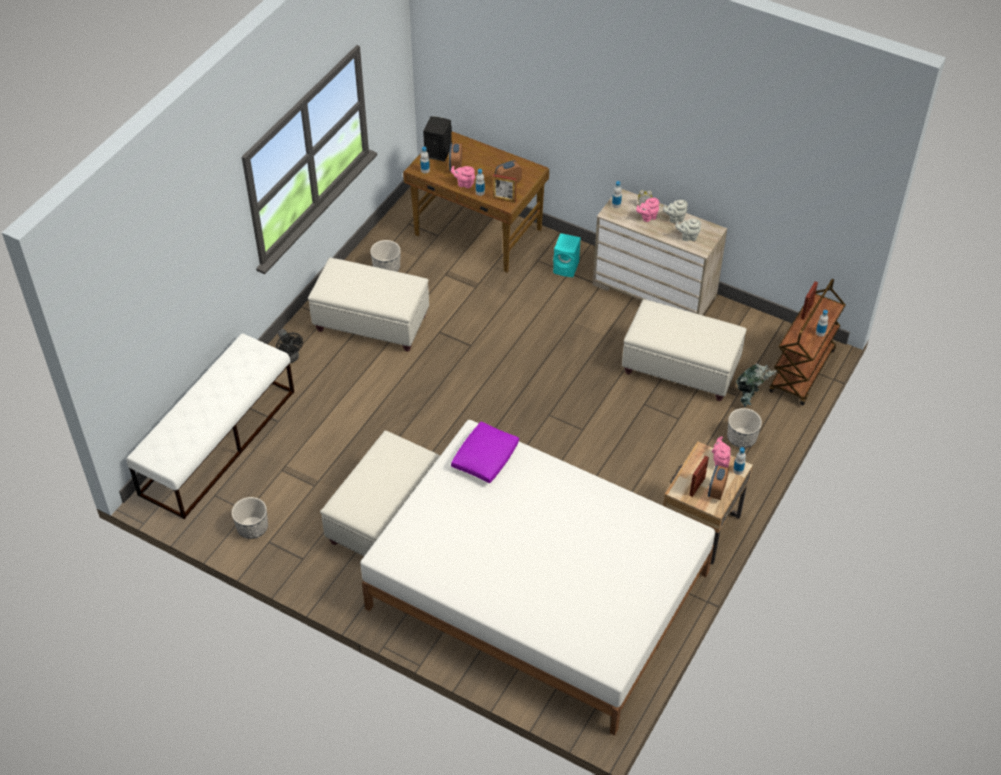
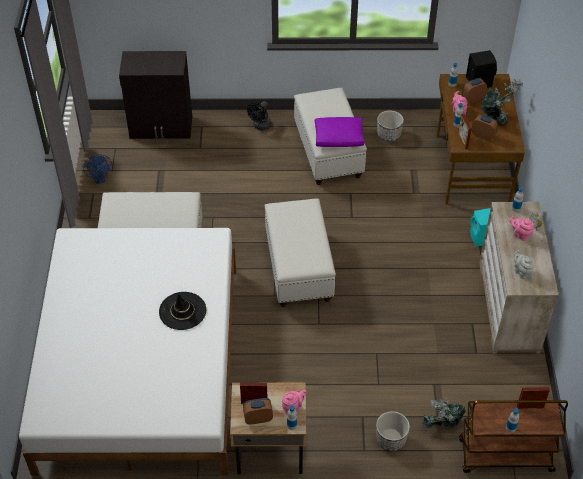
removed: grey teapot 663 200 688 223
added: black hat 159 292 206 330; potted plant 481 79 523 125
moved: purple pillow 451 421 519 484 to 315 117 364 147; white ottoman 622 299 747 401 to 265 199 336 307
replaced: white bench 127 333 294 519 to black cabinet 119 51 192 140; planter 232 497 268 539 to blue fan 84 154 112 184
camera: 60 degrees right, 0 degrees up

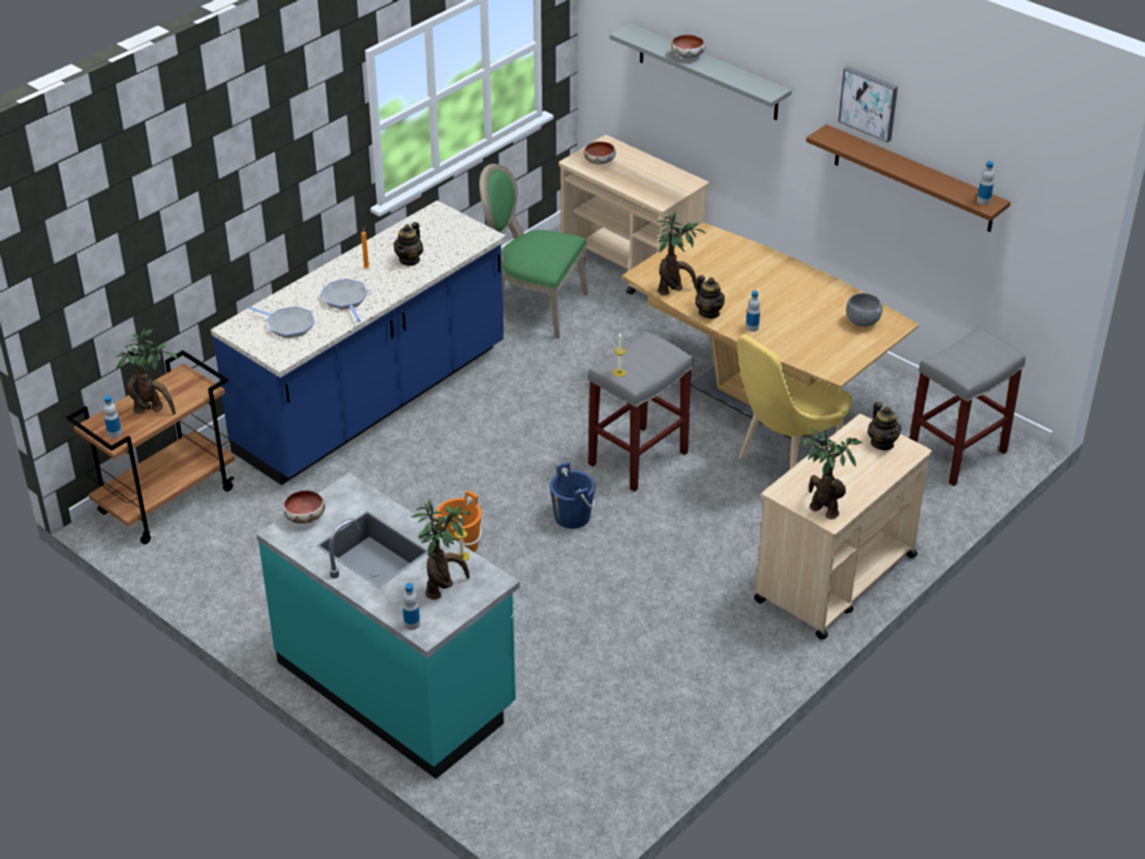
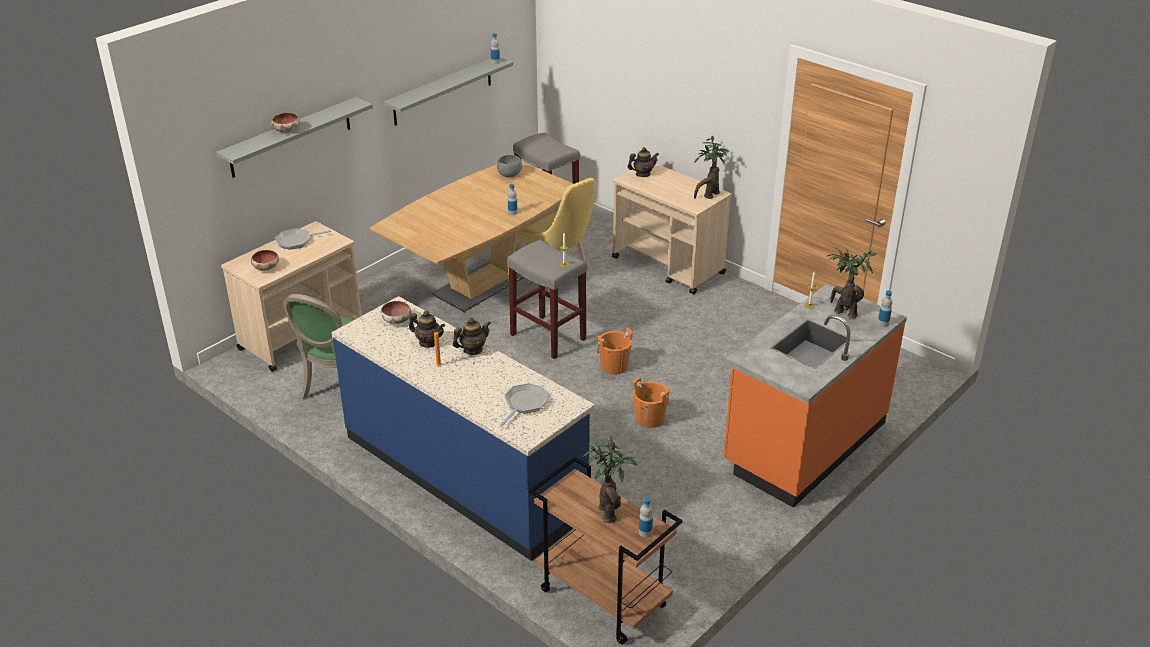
removed: potted plant 657 212 706 296; picture 838 66 898 143
moved: bowl 283 490 325 524 to 381 301 411 324; frying pan 321 279 368 322 to 275 228 331 250; teapot 695 275 725 318 to 453 318 491 355
recoloured: turquoise counter 256 473 520 779 to orange counter 723 284 907 508; blue bucket 550 462 595 529 to orange bucket 597 328 633 375; brown shelf 806 124 1011 232 to grey shelf 384 57 513 126
camera: 90 degrees left, 5 degrees down

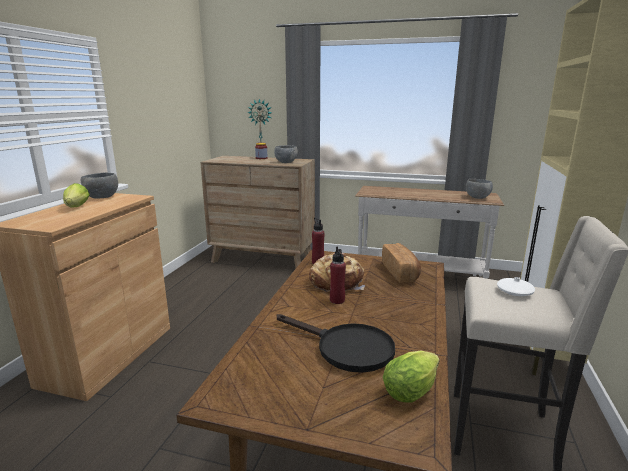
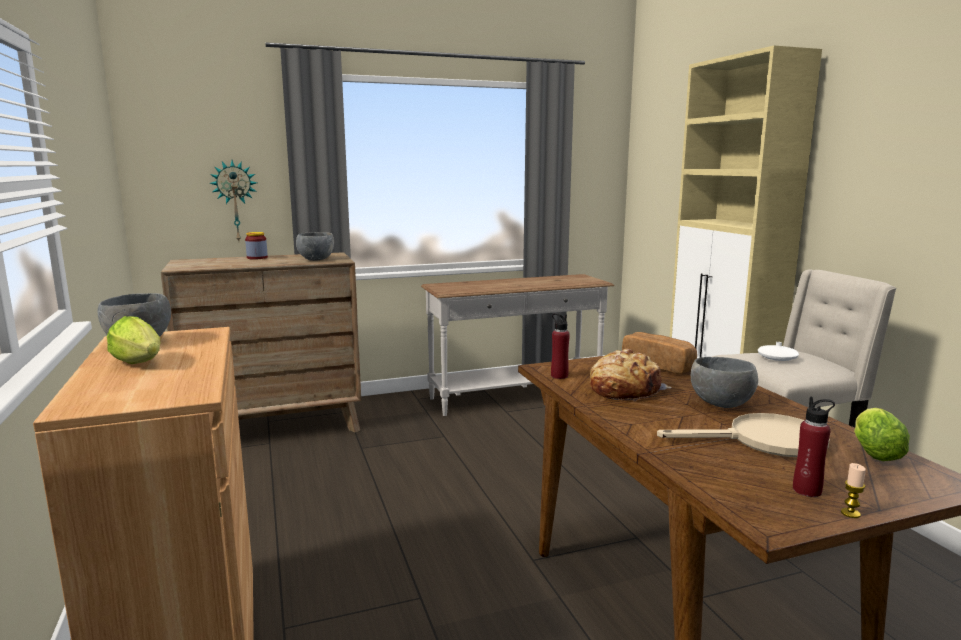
added: candle 841 463 866 518
moved: red bottle 330 247 346 304 to 793 397 835 497; grey bowl 466 179 493 199 to 691 357 758 408
recoloured: black frying pan 277 314 395 373 to beige frying pan 657 413 830 457
camera: 35 degrees left, 5 degrees down

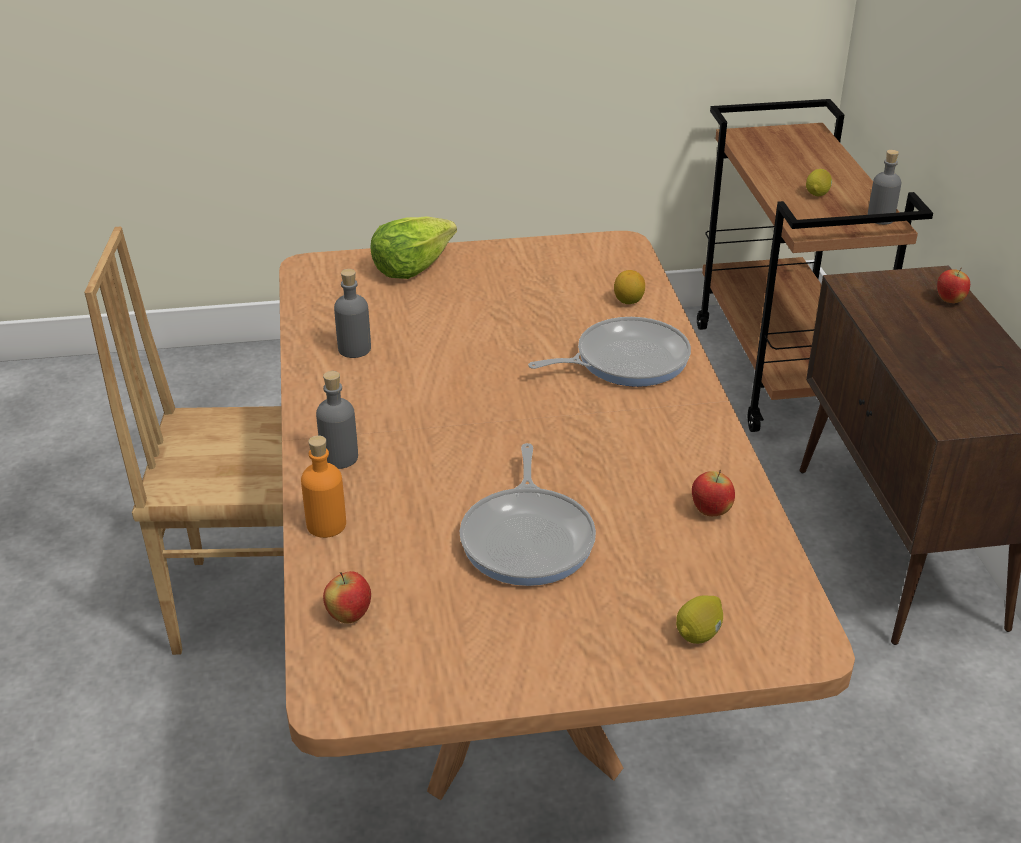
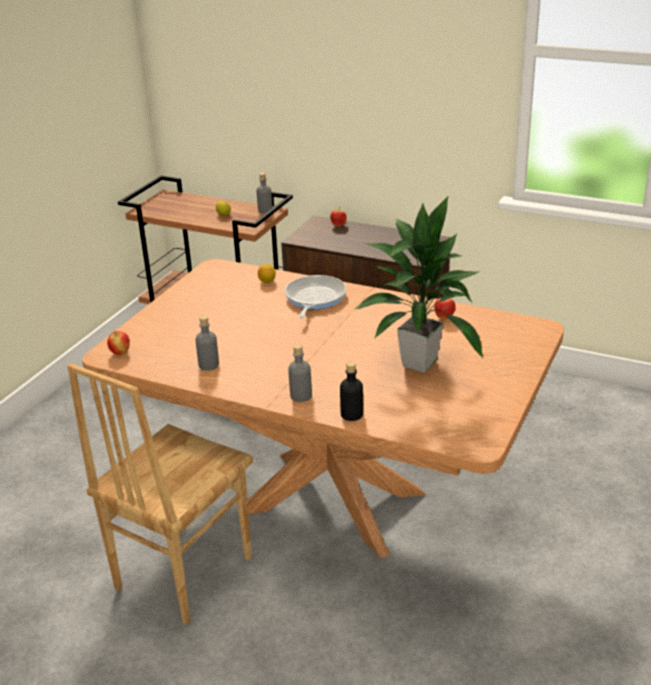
removed: lettuce 370 216 457 279; lemon 676 595 723 644
moved: apple 323 571 371 623 to 107 331 130 355
replaced: frying pan 460 443 596 586 to potted plant 355 197 483 373
recoloured: orange bottle 301 435 346 538 to black bottle 340 361 363 421
camera: 55 degrees left, 5 degrees down

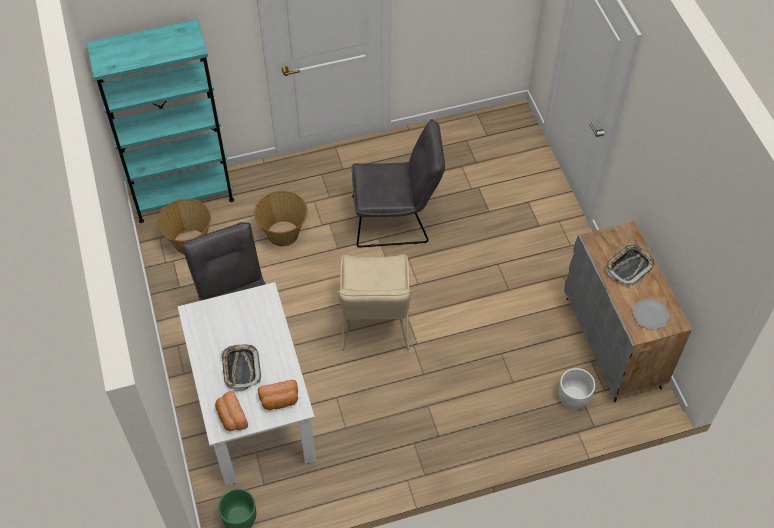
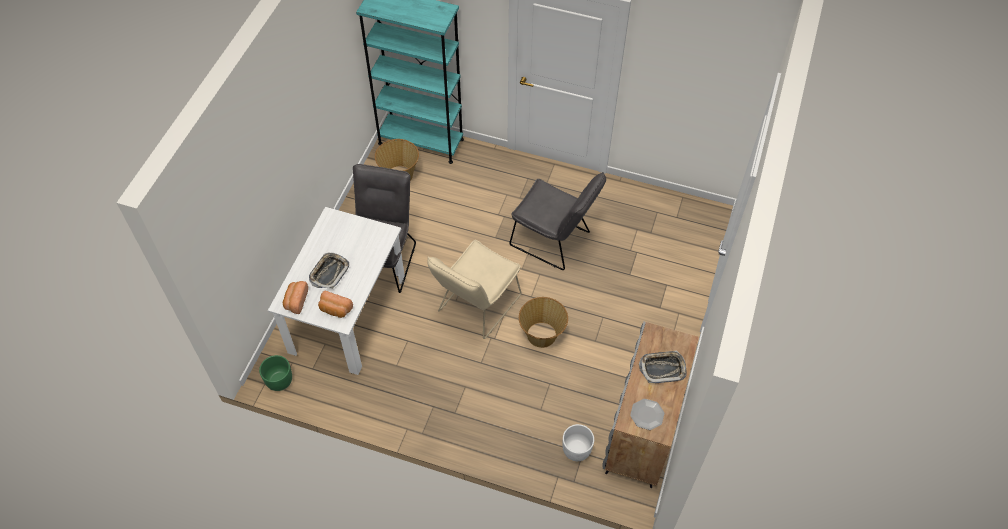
moved: basket 254 191 308 247 to 519 297 568 348
camera: 35 degrees right, 0 degrees up

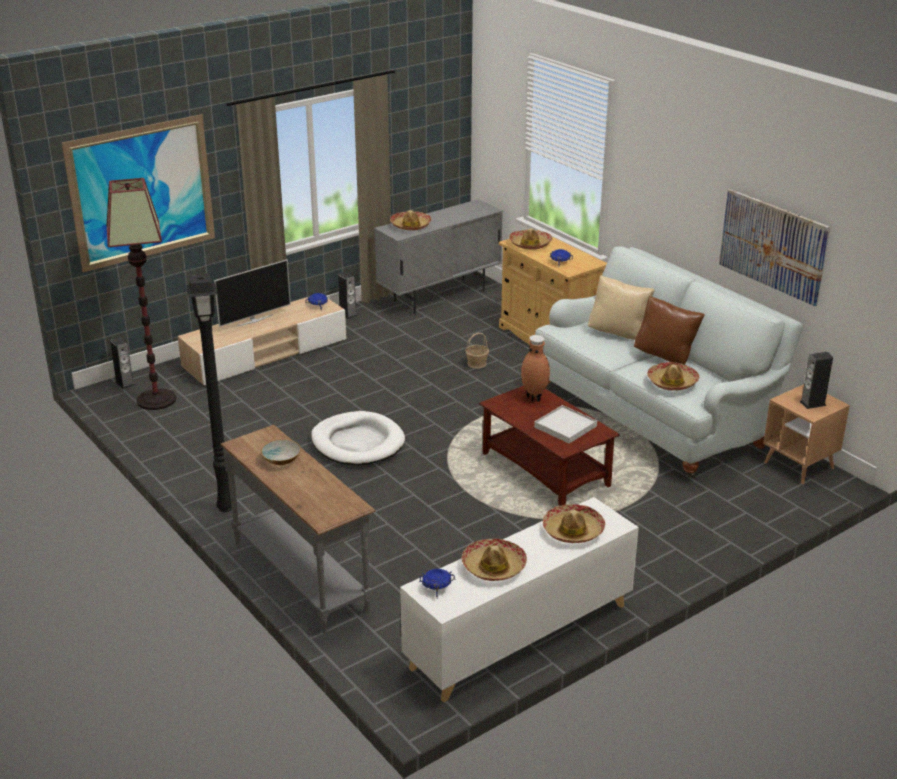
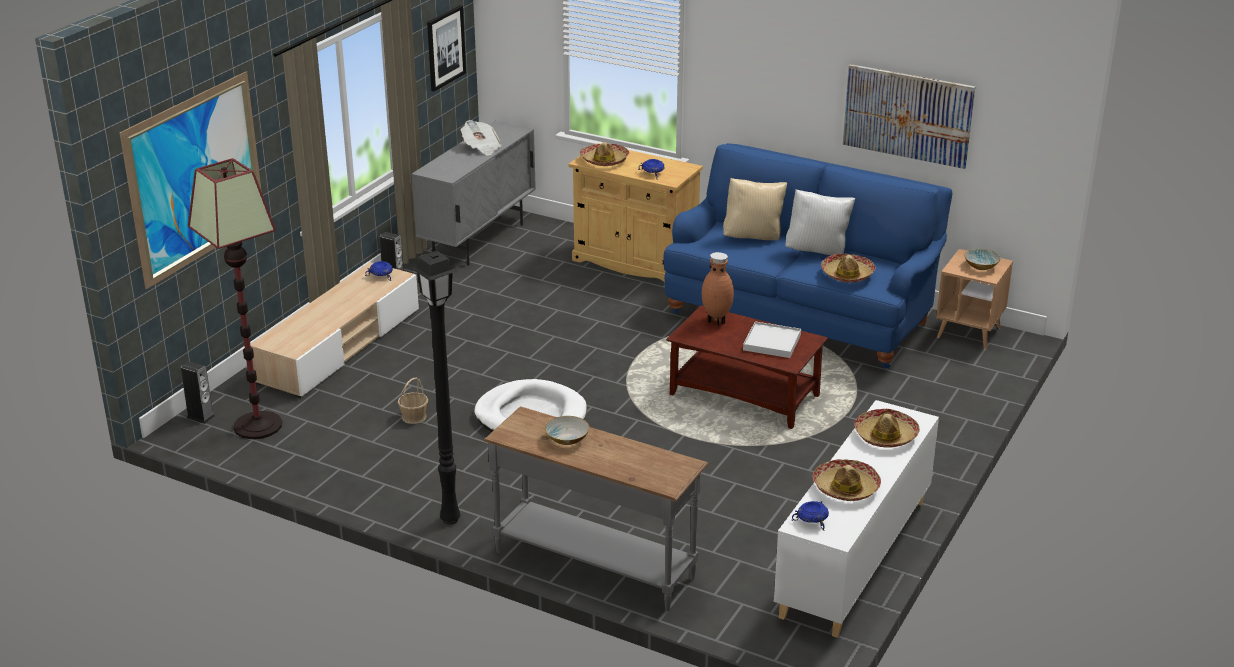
removed: television 214 259 291 327; hat 390 210 431 231
added: picture 427 5 466 91; newspaper 461 120 502 156
moved: basket 465 333 489 369 to 398 378 428 424
replaced: speaker 800 352 833 409 to bowl 964 249 1000 270
recoloured: white sofa 535 247 803 479 to blue sofa 663 143 952 369; brown pillow 634 295 705 365 to white pillow 786 189 855 255
camera: 25 degrees left, 0 degrees up

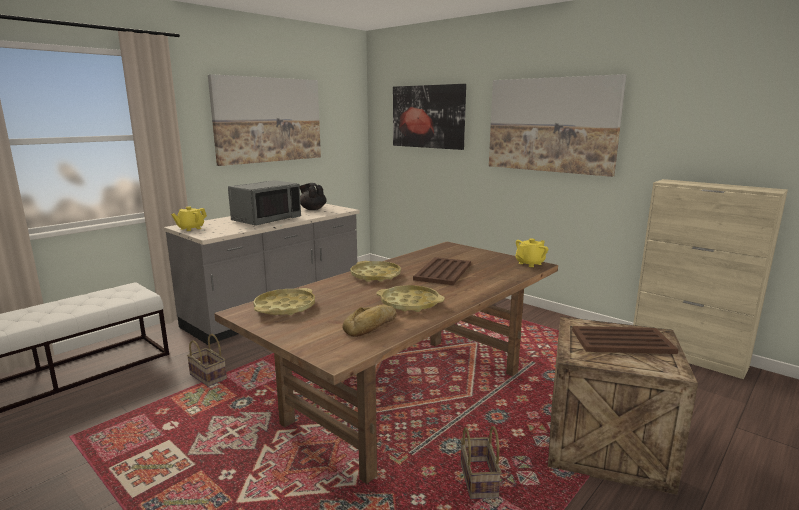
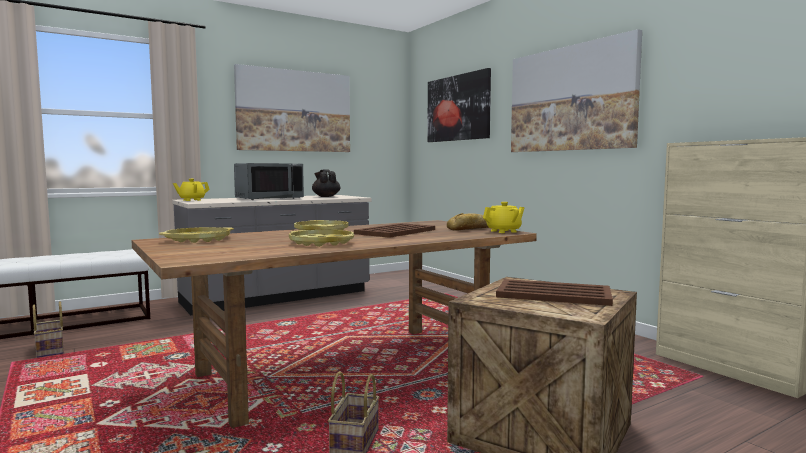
moved: basket 187 334 227 387 to 33 301 64 358; bread 342 305 397 337 to 447 213 489 231
camera: 15 degrees right, 10 degrees down

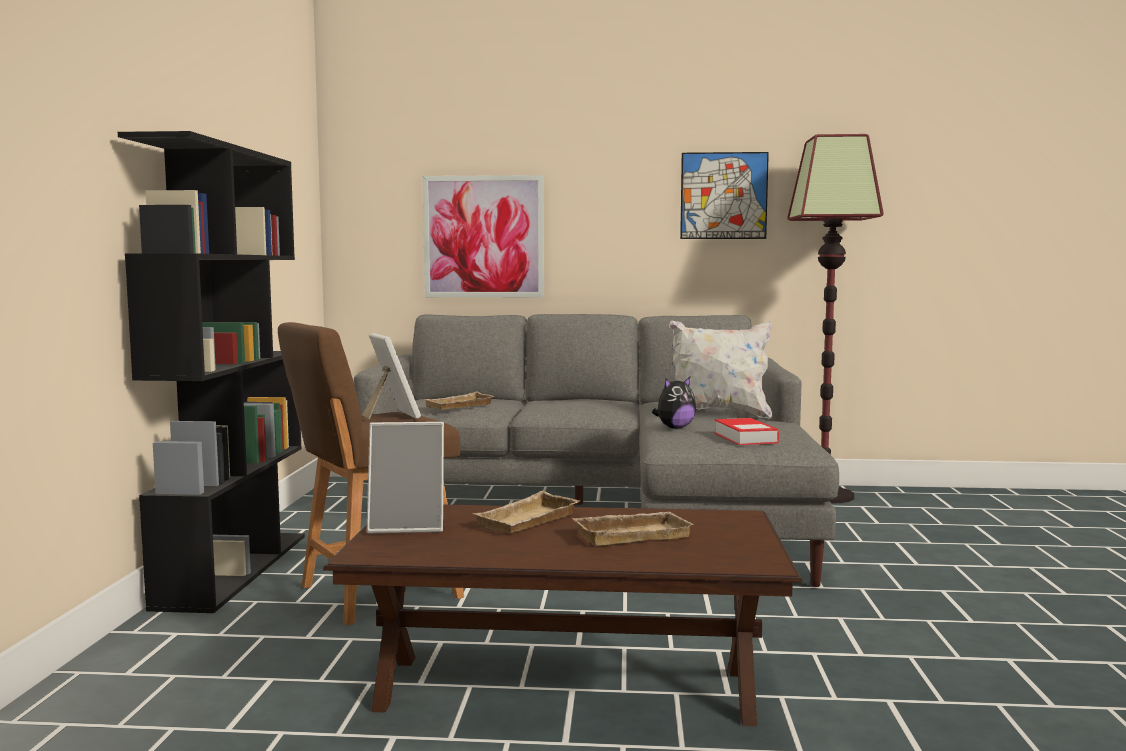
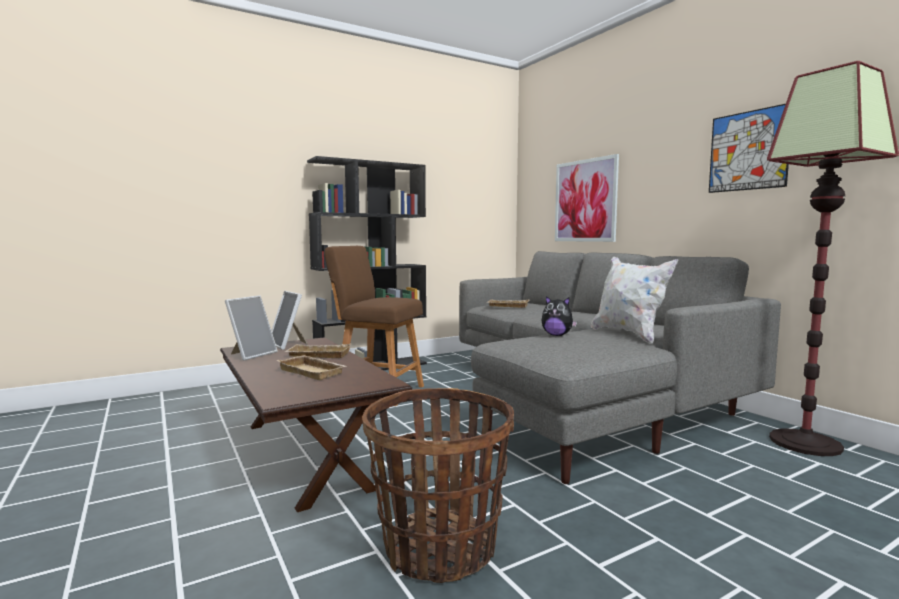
removed: book 714 418 779 445
added: basket 362 388 514 583
moved: picture frame 362 333 421 419 to 225 295 278 361
camera: 55 degrees right, 0 degrees up

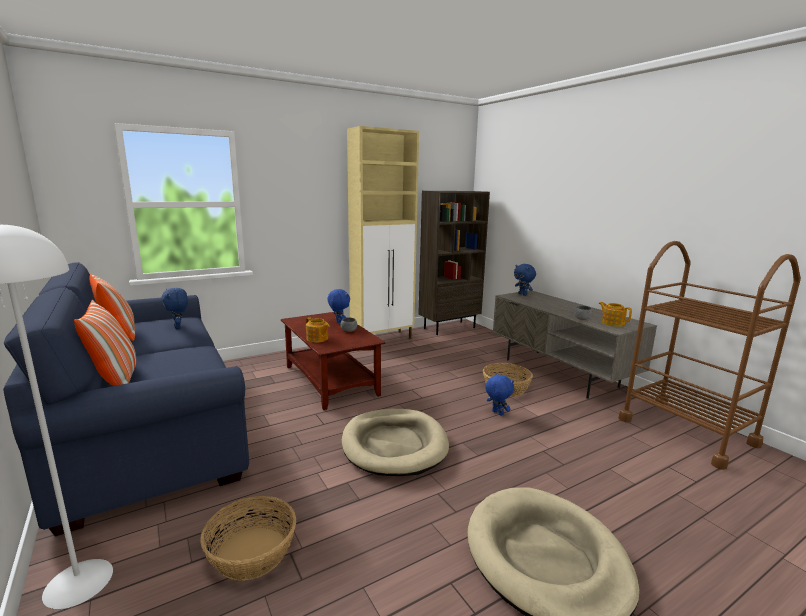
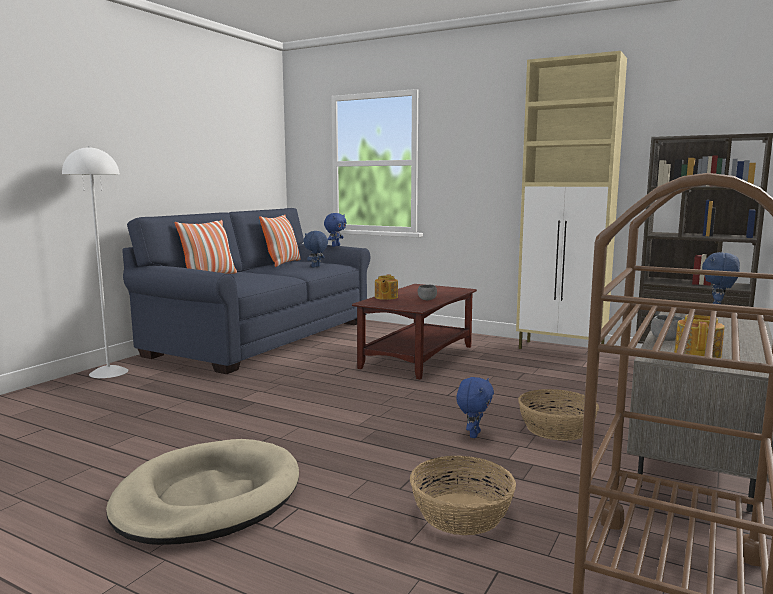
removed: beige dog bed 342 409 449 476
moved: basket 200 496 296 581 to 410 456 516 535; blue plush toy 327 289 350 325 to 324 213 346 247
camera: 60 degrees right, 5 degrees down

